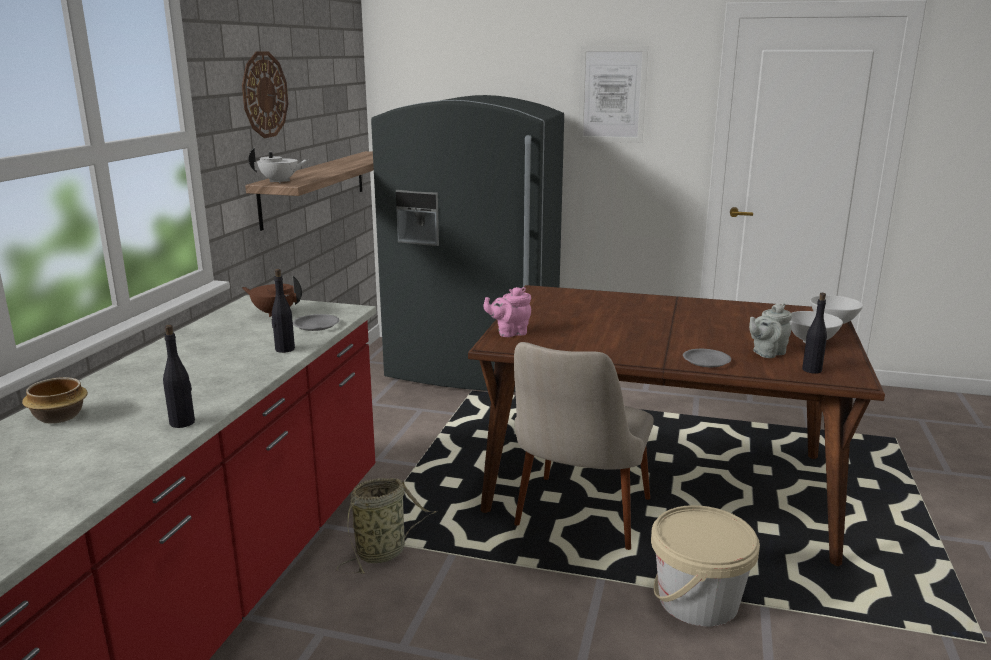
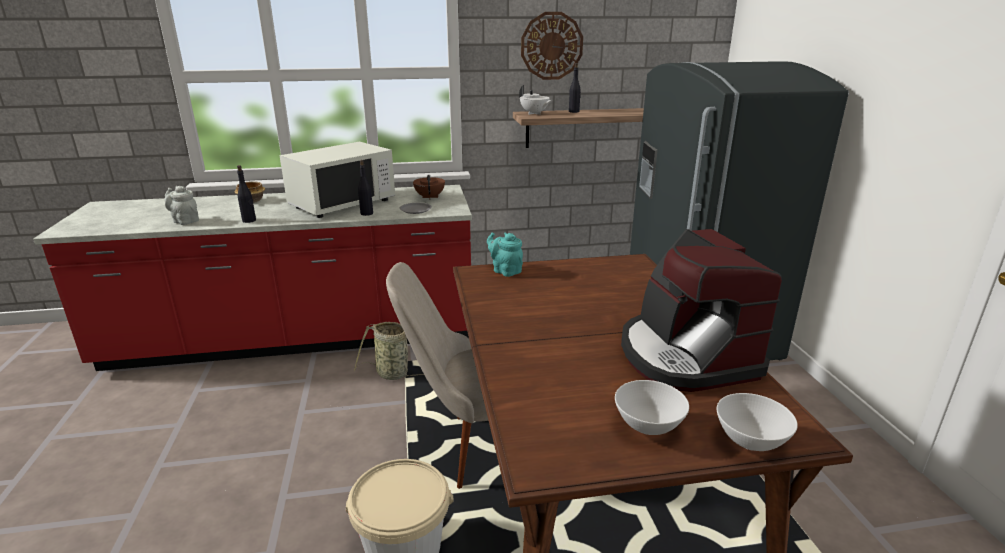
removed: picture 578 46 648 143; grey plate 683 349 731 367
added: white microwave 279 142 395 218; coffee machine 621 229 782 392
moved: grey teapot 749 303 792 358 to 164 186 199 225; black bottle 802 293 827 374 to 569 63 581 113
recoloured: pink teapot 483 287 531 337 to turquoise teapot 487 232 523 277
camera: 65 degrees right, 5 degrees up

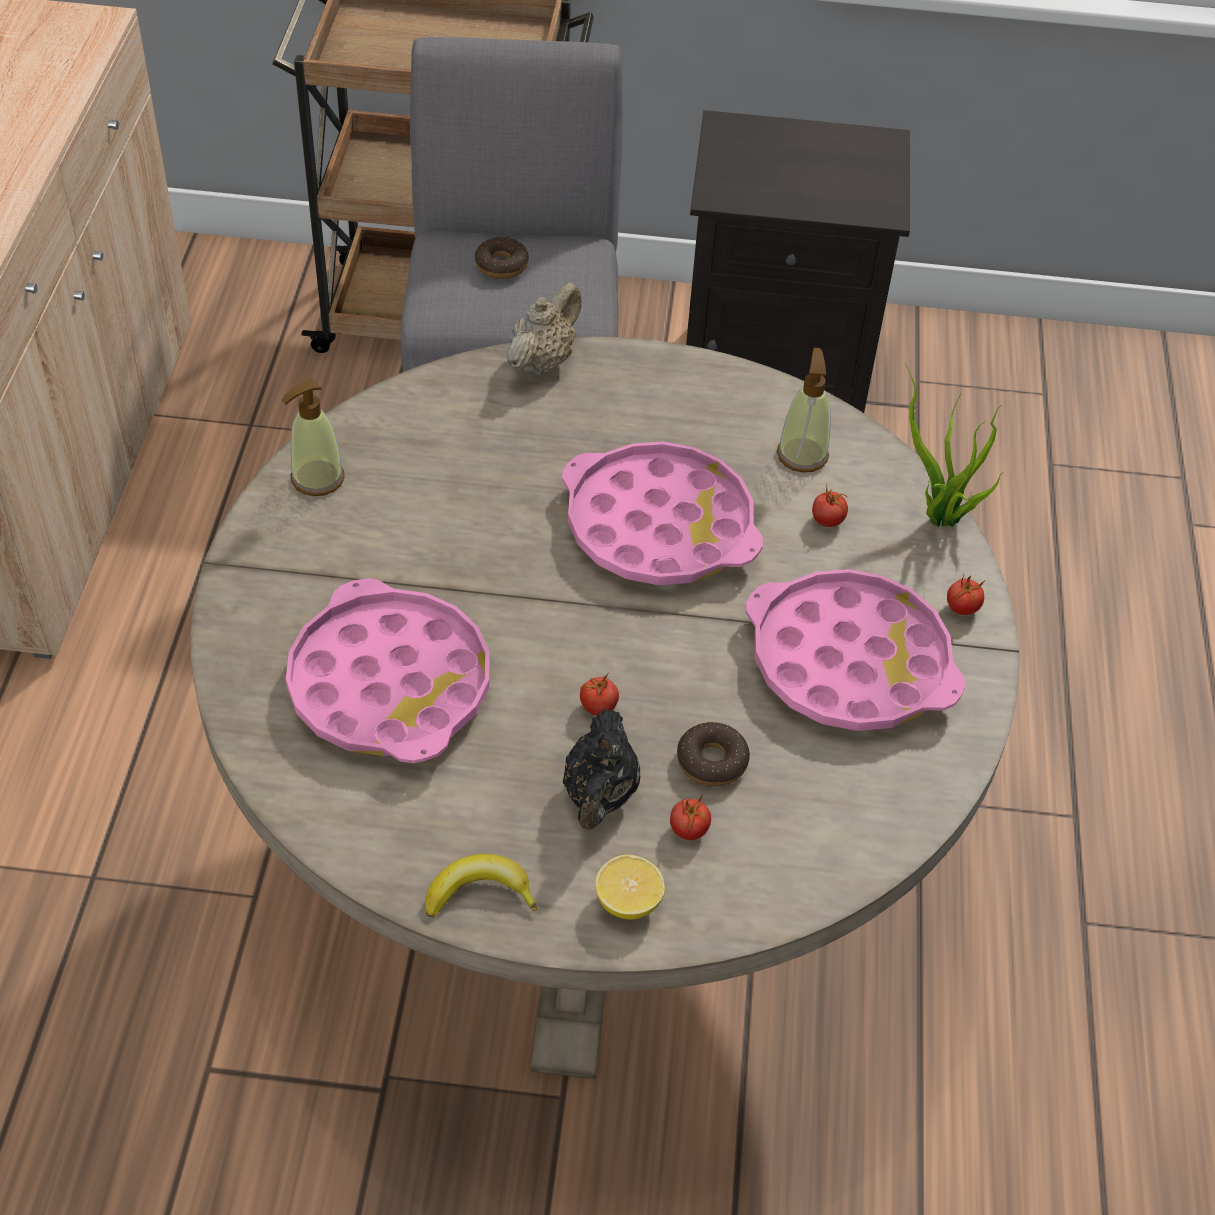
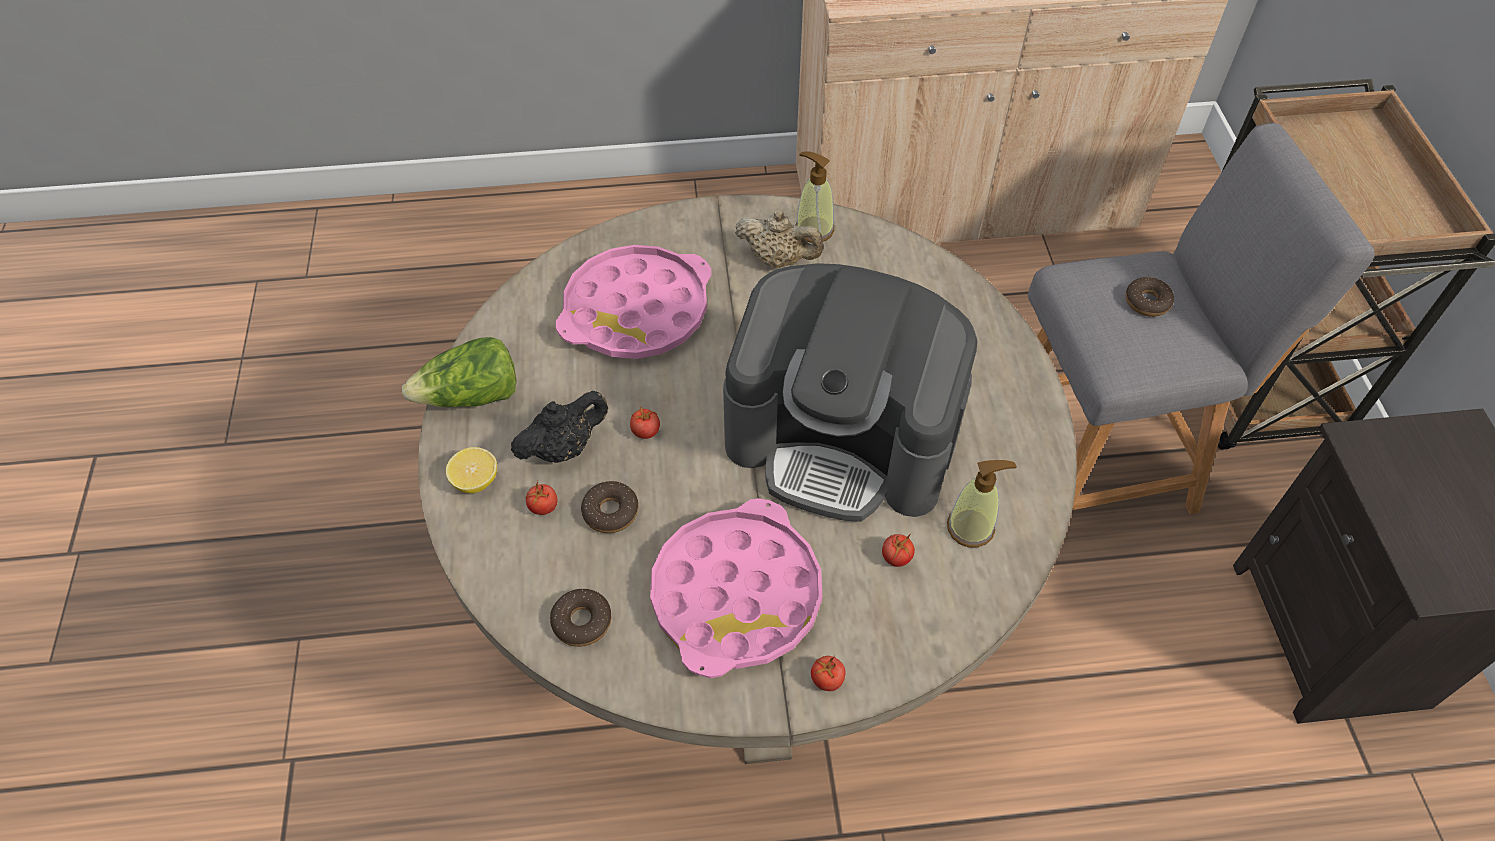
removed: potted plant 905 363 1002 527
added: donut 550 589 612 647
moved: beige teapot 507 282 582 375 to 735 210 824 268
replaced: banana 425 854 537 918 to lettuce 402 337 516 407; pink tray 562 442 763 585 to coffee machine 723 263 977 522
turned: black teapot 563 709 640 830 = 511 391 608 463 150 degrees clockwise
camera: 80 degrees right, 5 degrees up

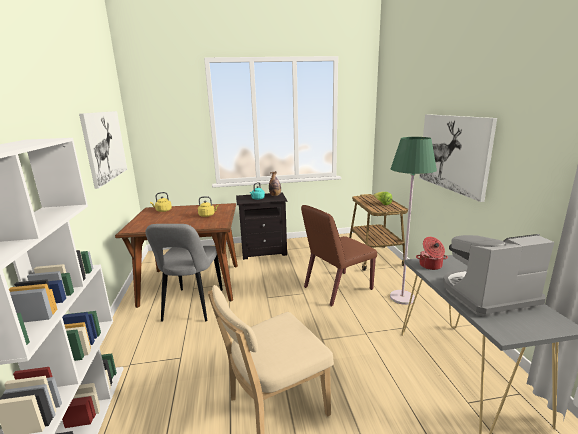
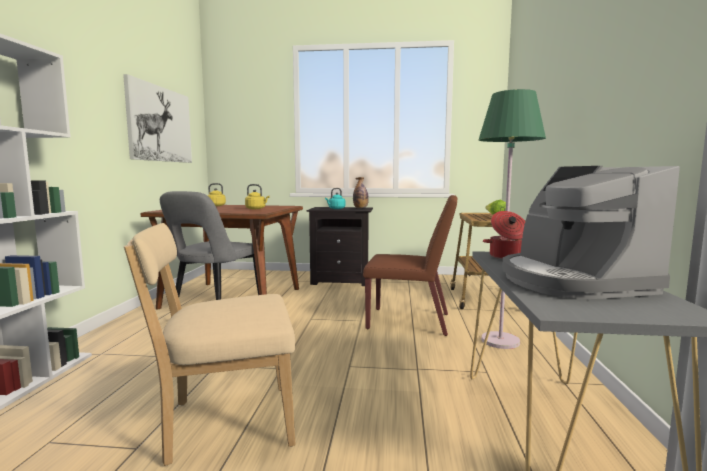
removed: picture 419 114 497 202
turned: brown chair 301 205 377 306 = 363 195 457 336 150 degrees counterclockwise; coffee machine 443 234 554 317 = 502 166 680 299 105 degrees counterclockwise
camera: 15 degrees right, 10 degrees down

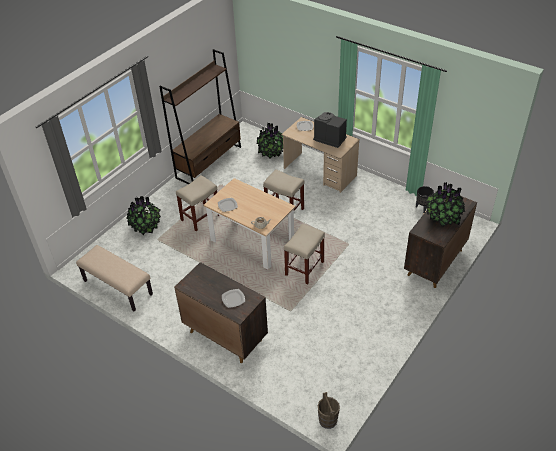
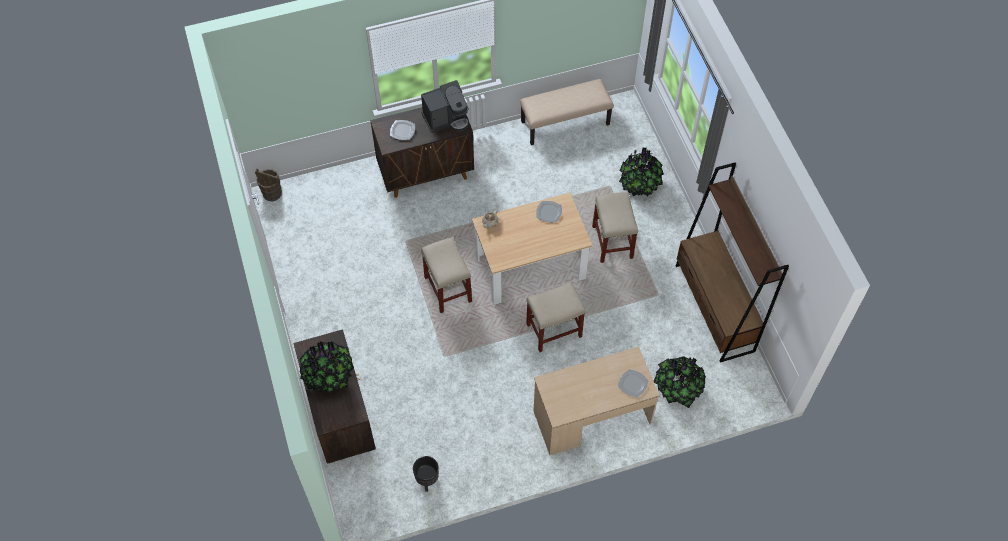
moved: coffee machine 313 112 347 148 to 421 80 469 133
camera: 125 degrees right, 15 degrees up

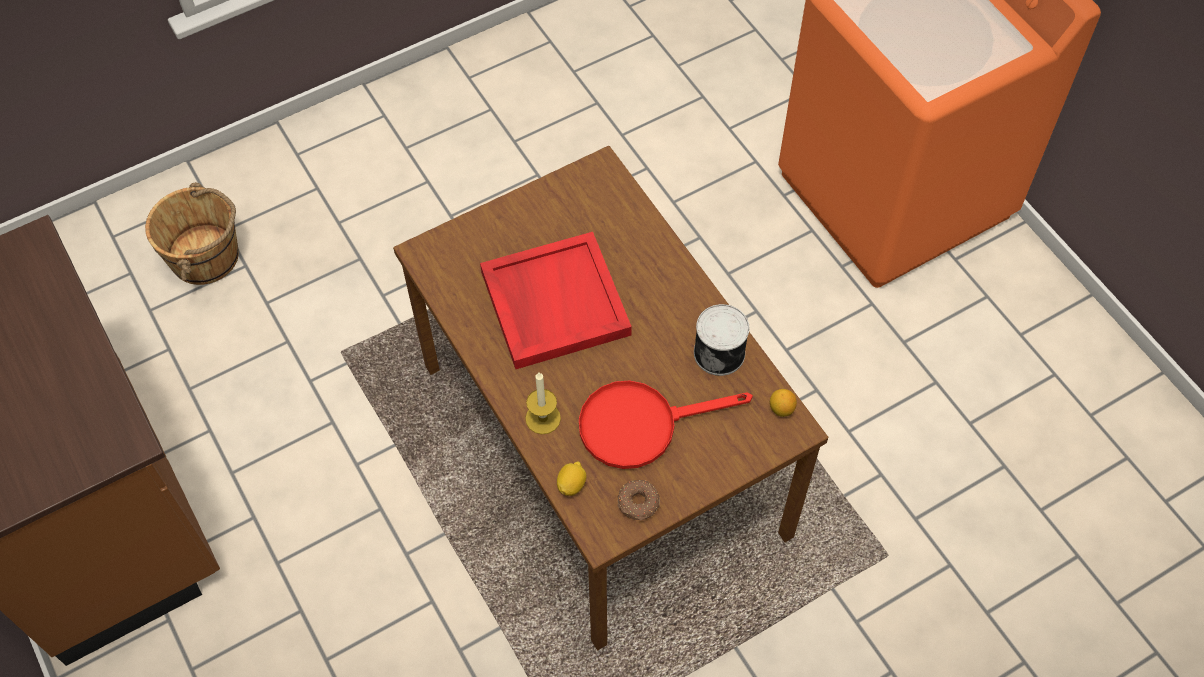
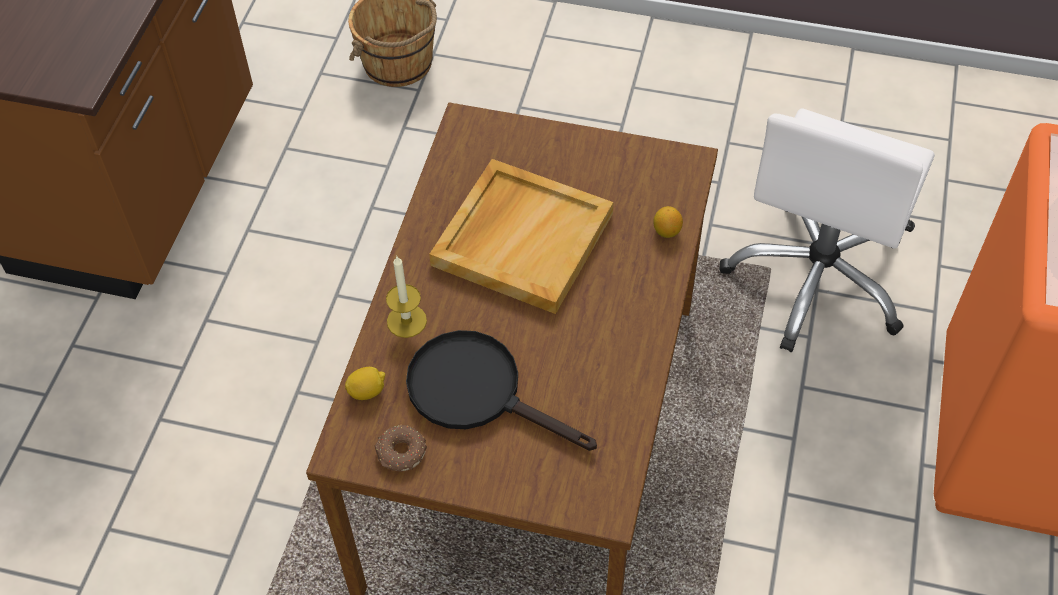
removed: can 694 304 749 376
added: white office chair 720 108 935 352
moved: lemon 770 389 797 417 to 654 206 683 238
recoloured: red tray 480 232 632 369 to beige tray 429 159 614 314; red frying pan 579 380 753 469 to black frying pan 406 330 597 451
camera: 45 degrees right, 5 degrees down

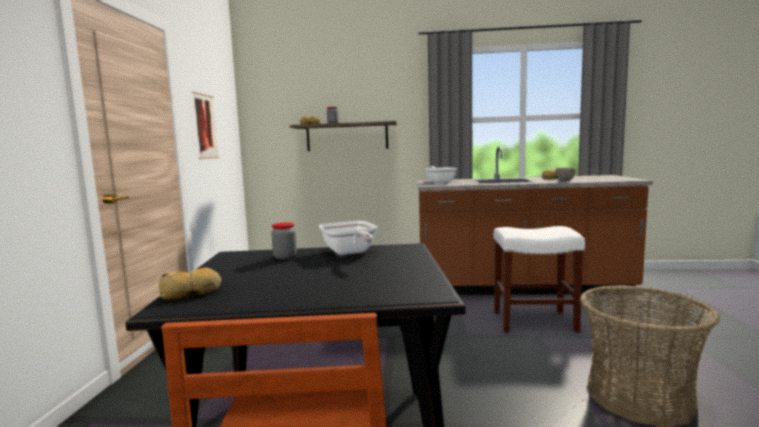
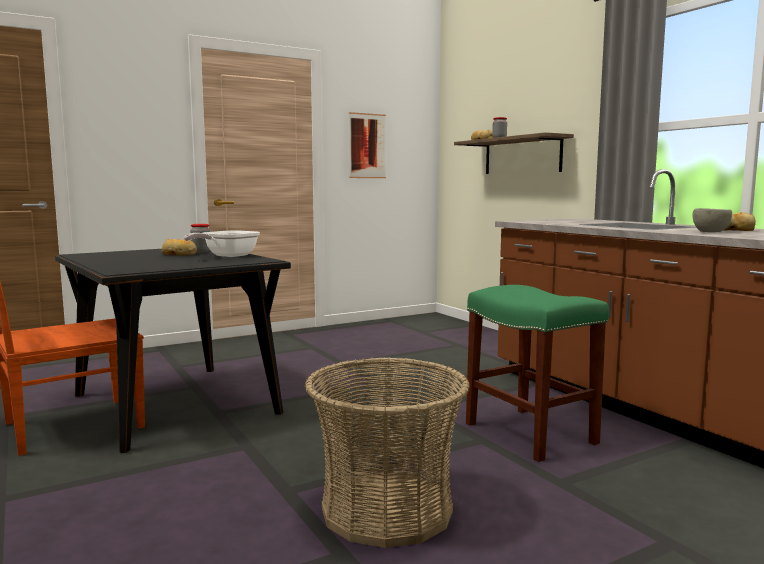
removed: frying pan 425 166 457 183
moved: bread 159 268 221 300 to 161 239 197 256
recoloured: white stool 494 226 585 333 to green stool 466 285 609 462
camera: 55 degrees right, 0 degrees up

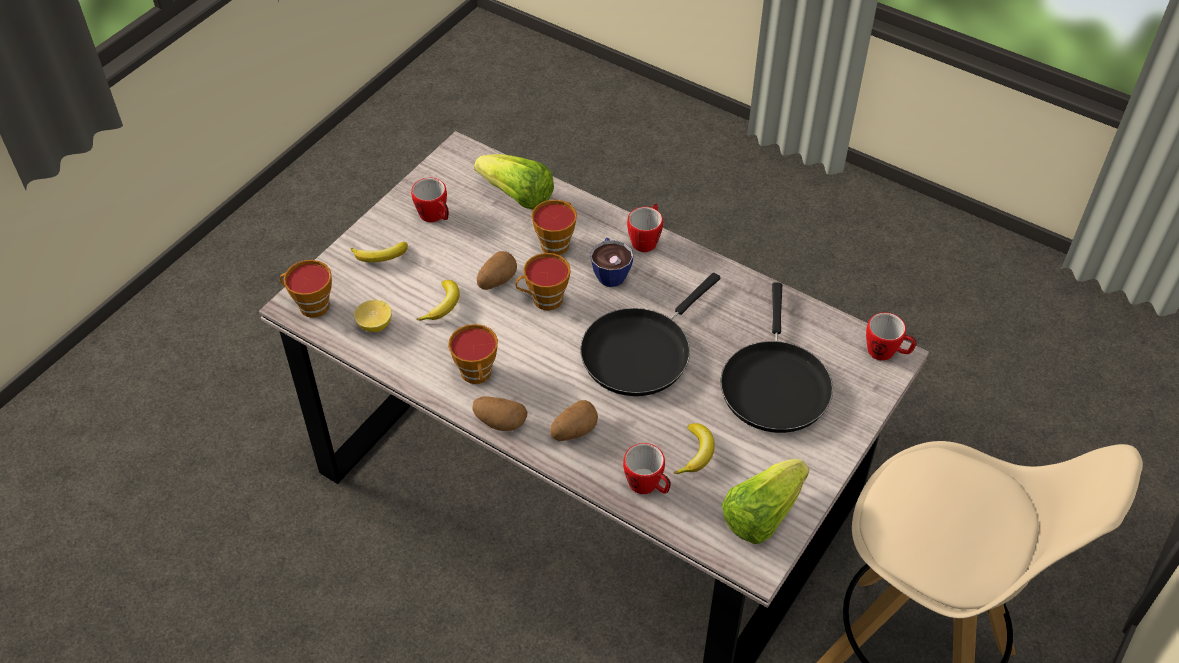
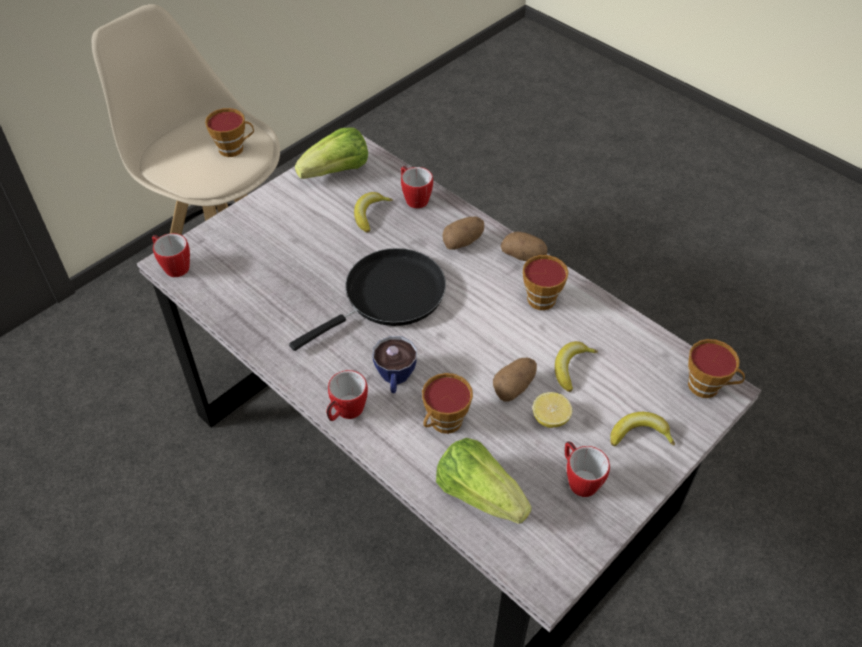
removed: black frying pan 720 282 833 433
moved: lemon 354 300 392 332 to 533 392 572 428; cup 515 253 571 311 to 205 108 254 157
camera: 170 degrees left, 0 degrees up

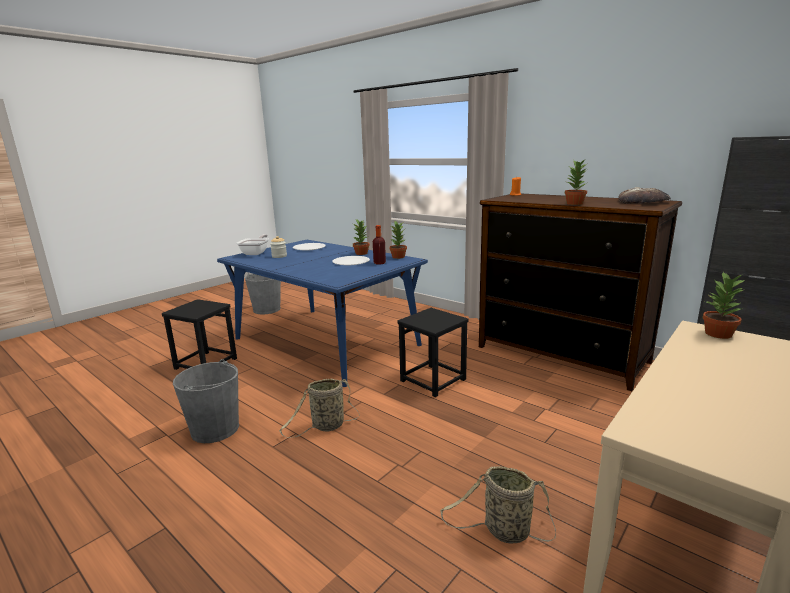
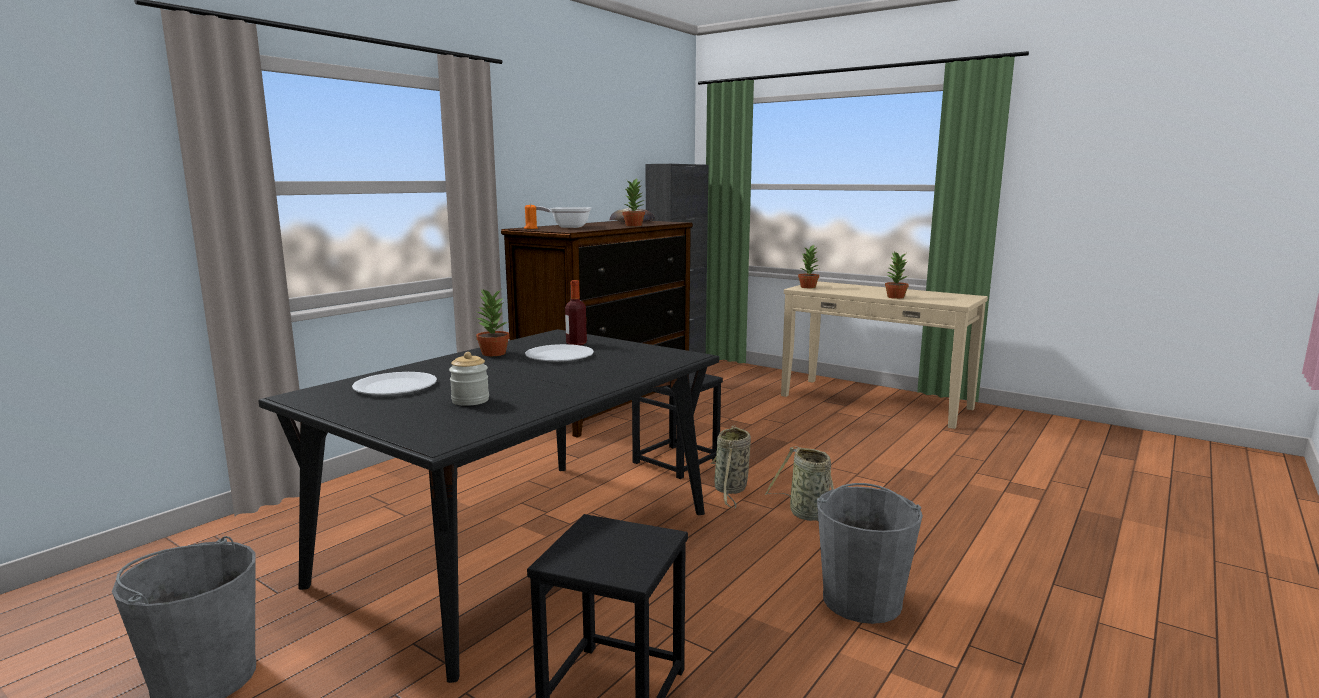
moved: frying pan 237 234 269 255 to 536 206 591 228; potted plant 389 221 407 259 to 885 251 909 299; basket 440 466 556 543 to 710 426 751 508
recoloured: blue dining table 217 240 428 387 to black dining table 259 329 719 683
camera: 95 degrees left, 5 degrees down

